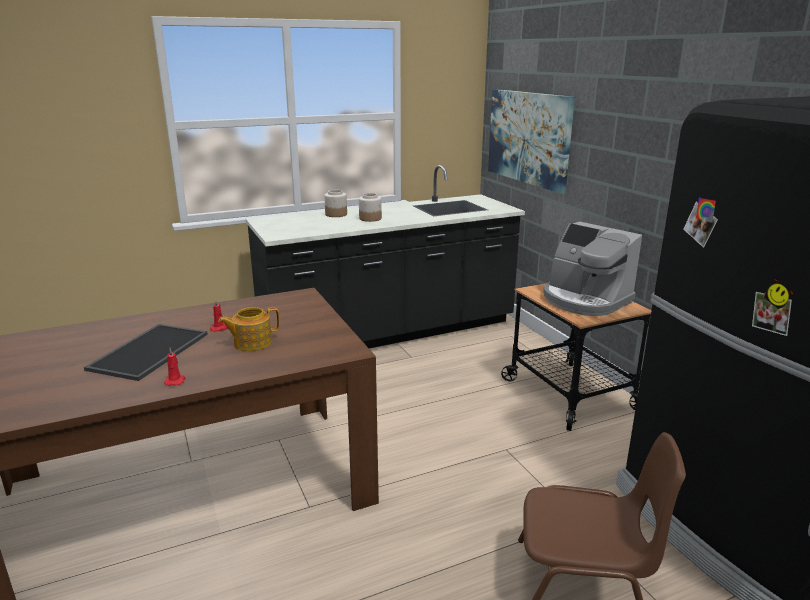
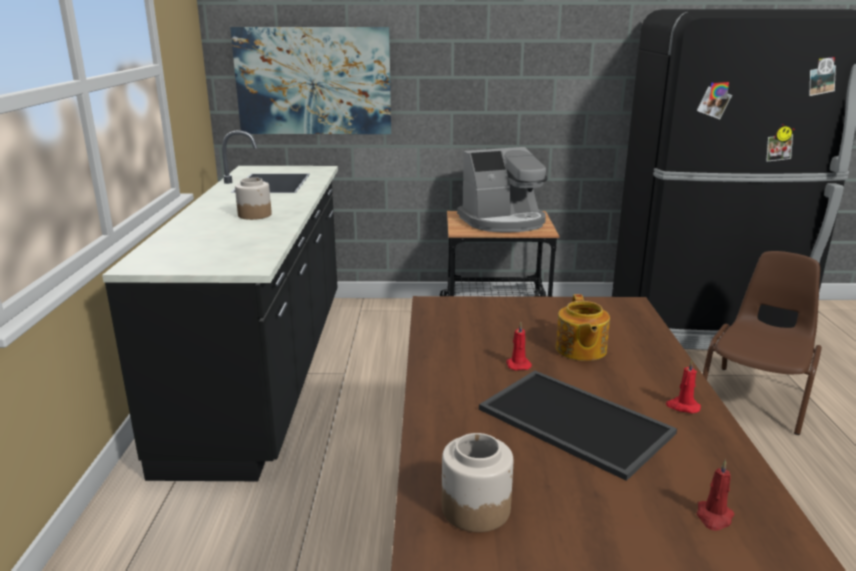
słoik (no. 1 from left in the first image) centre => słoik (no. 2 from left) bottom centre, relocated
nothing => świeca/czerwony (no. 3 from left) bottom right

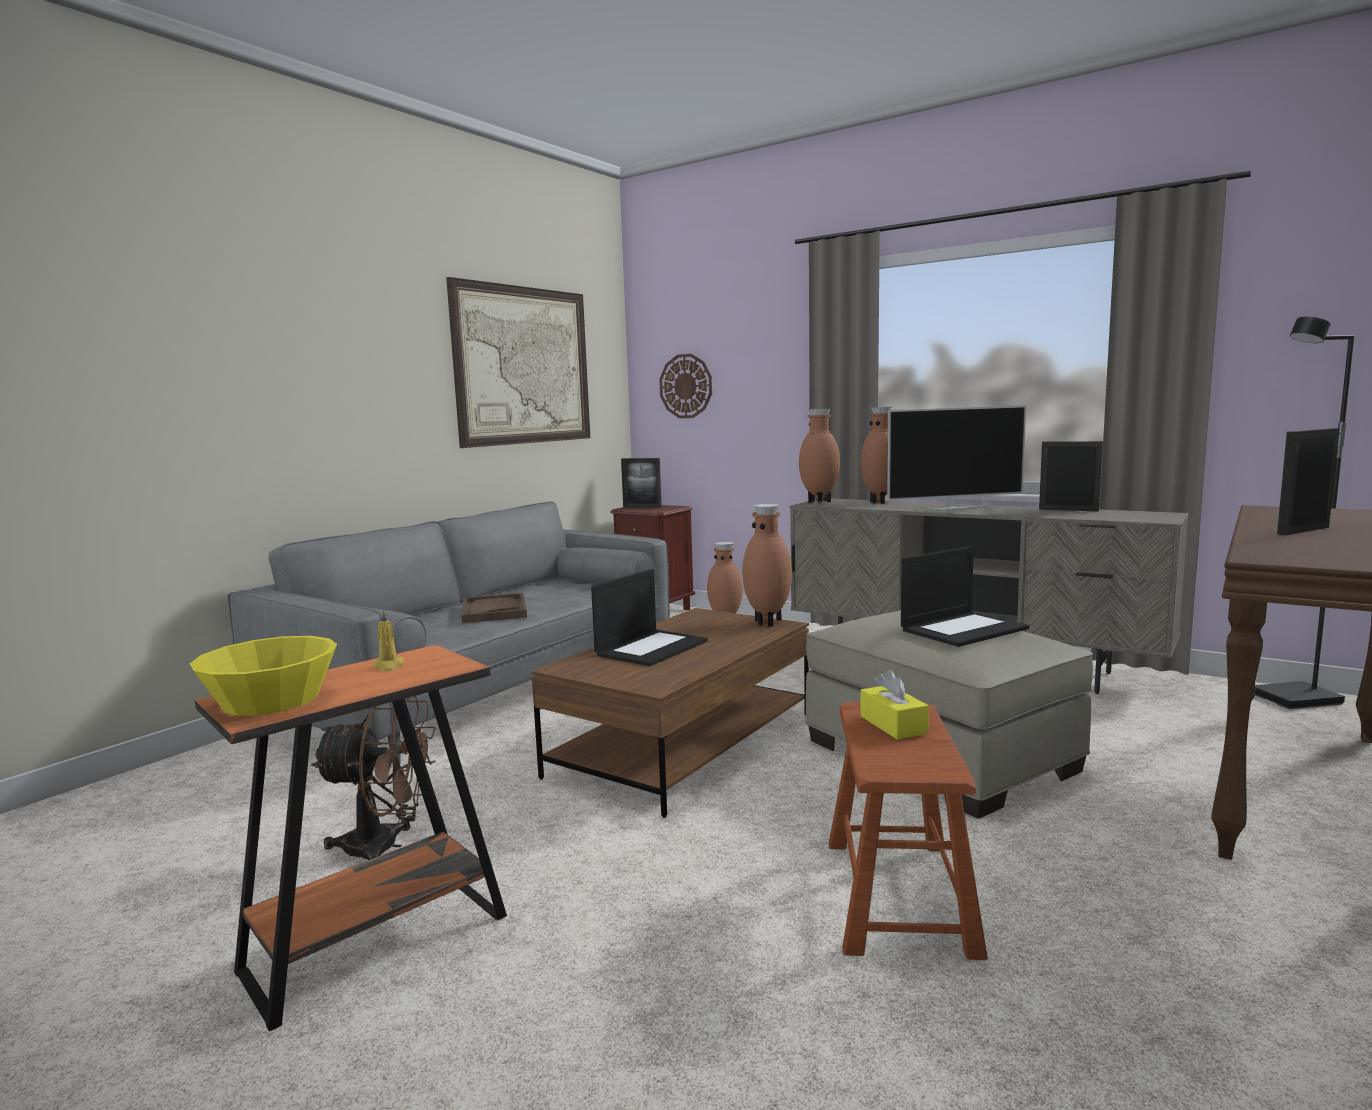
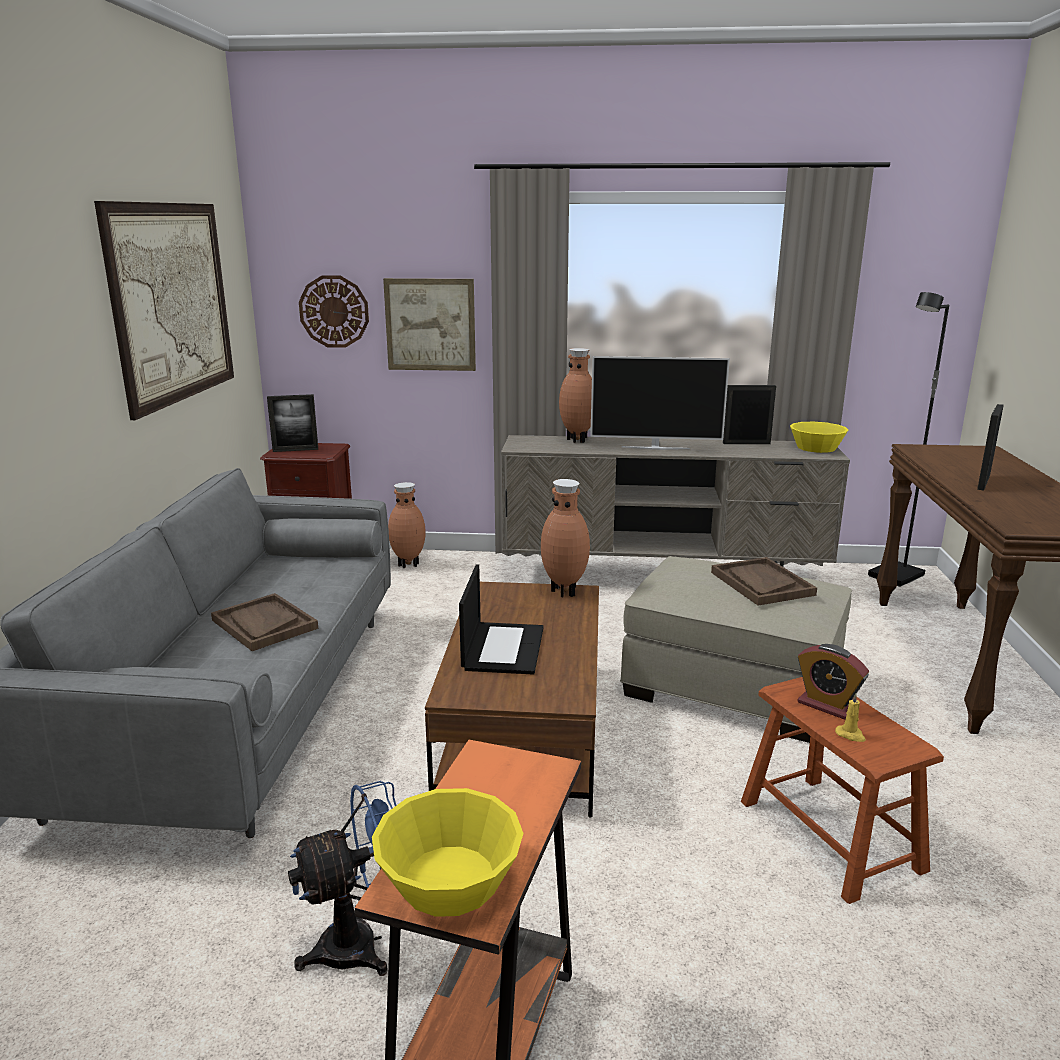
wentylator/brązowy bottom left => wentylator/niebieski bottom left
świeca/żółty middle left => świeca/żółty bottom right, relocated
wazon/brązowy (no. 3 from left) centre => nothing
pudełko chusteczek/żółty centre => budzik middle right
telewizor middle right => telewizor centre, 45 degrees clockwise
laptop (no. 2 from left) middle right => taca/brązowy (no. 2 from left) middle right
nothing => obraz (no. 2 from left) top centre
nothing => miska/żółty (no. 2 from left) middle right

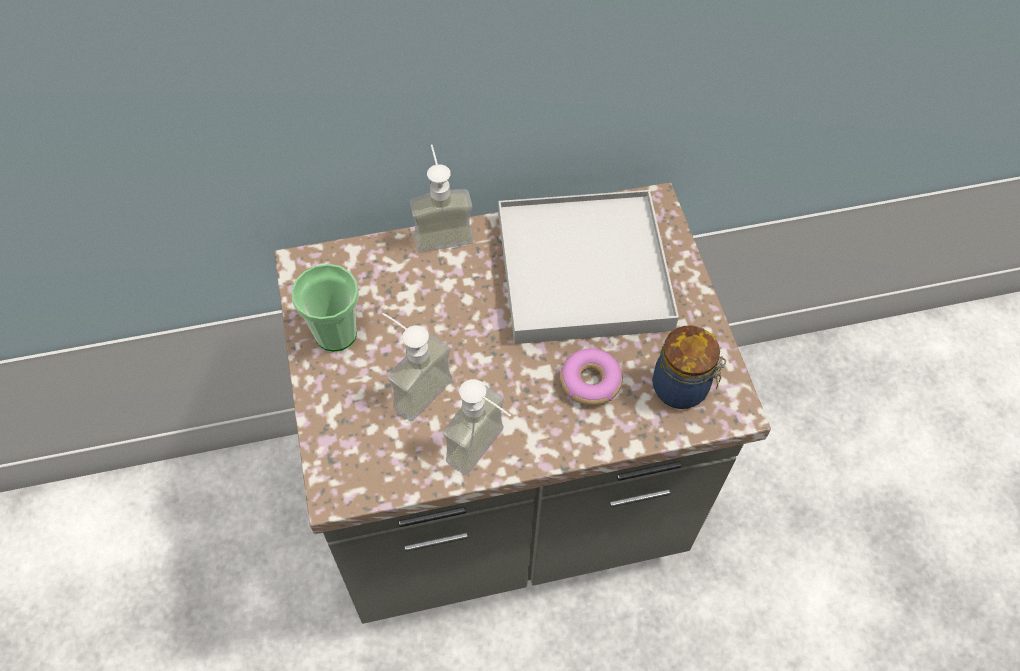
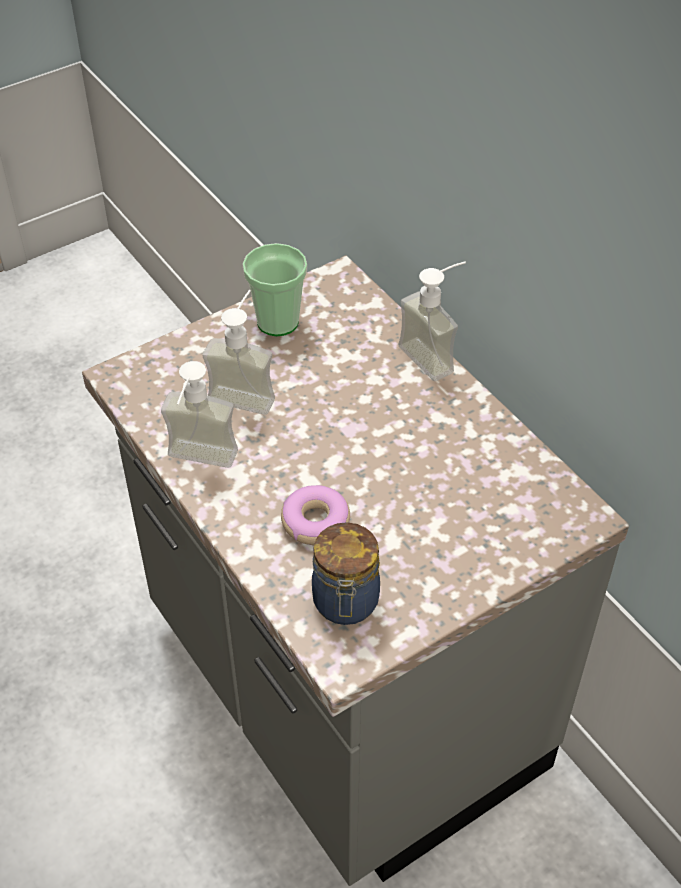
taca/biały centre => nothing

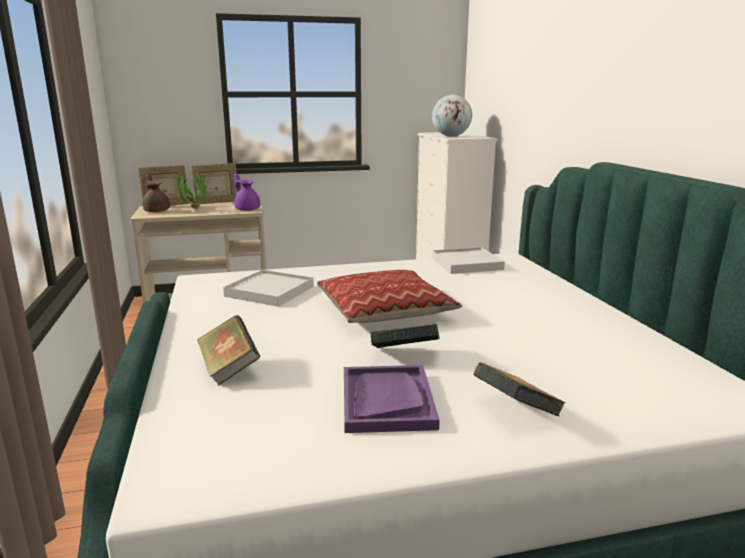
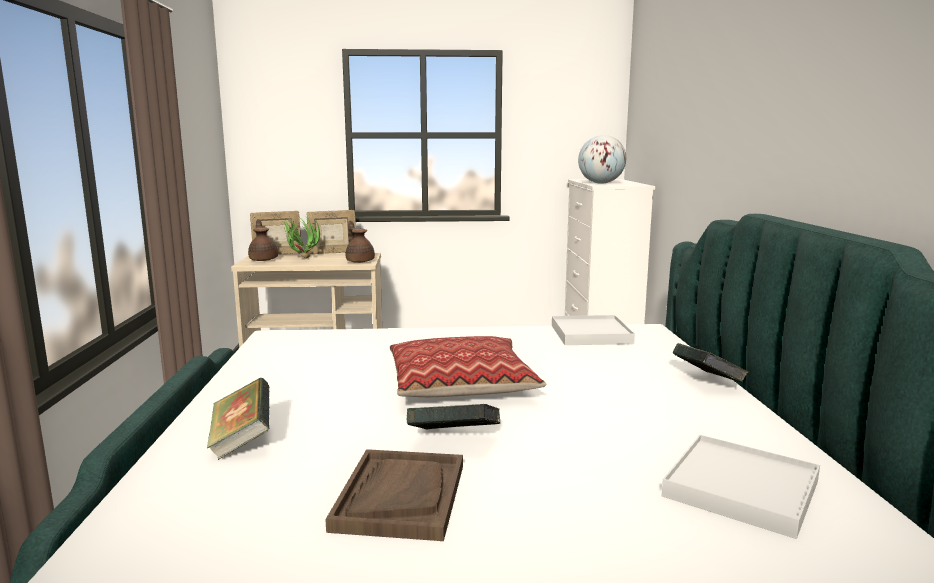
taca/biały (no. 1 from left in the first image) centre => taca/biały (no. 2 from left) bottom right, relocated
imbryk/fioletowy middle left => imbryk/brązowy (no. 2 from left) centre
taca/fioletowy bottom centre => taca/brązowy bottom centre
książka (no. 3 from left) bottom right => książka (no. 3 from left) middle right, relocated

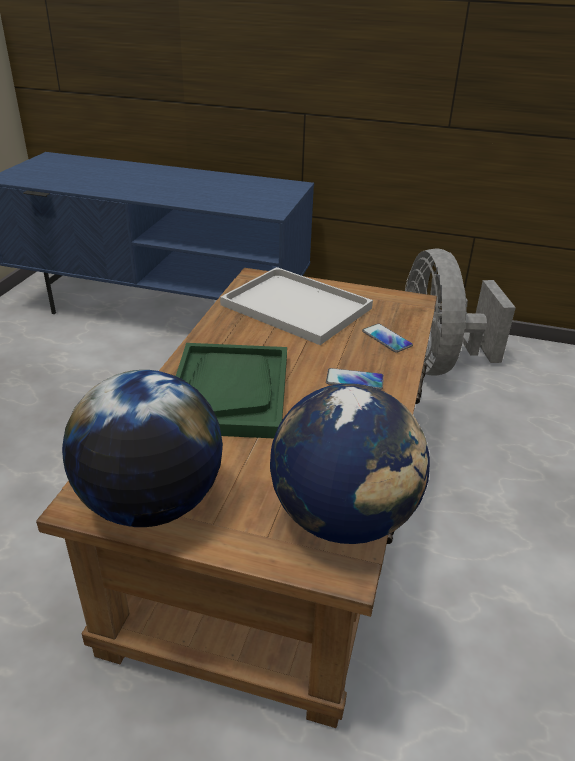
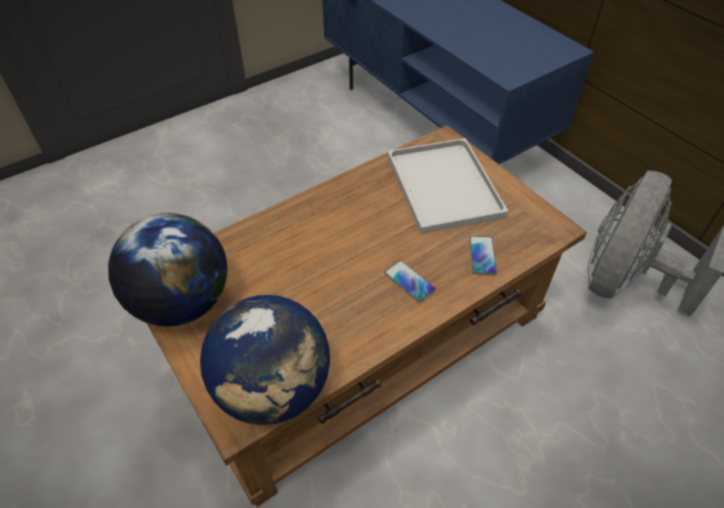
taca/zielony centre => nothing

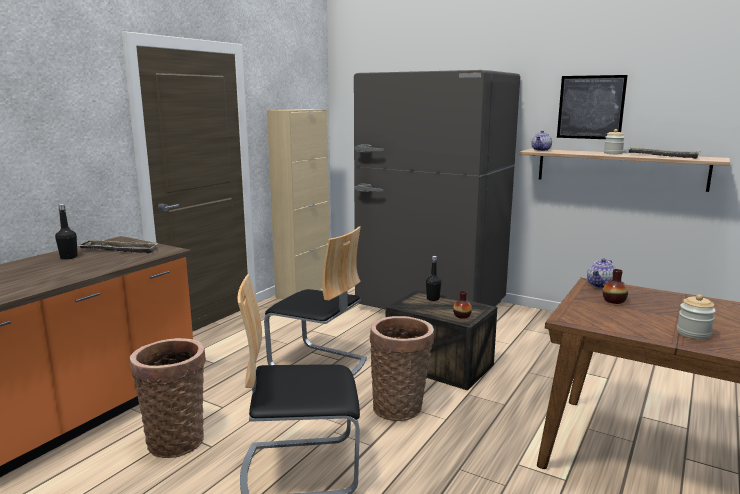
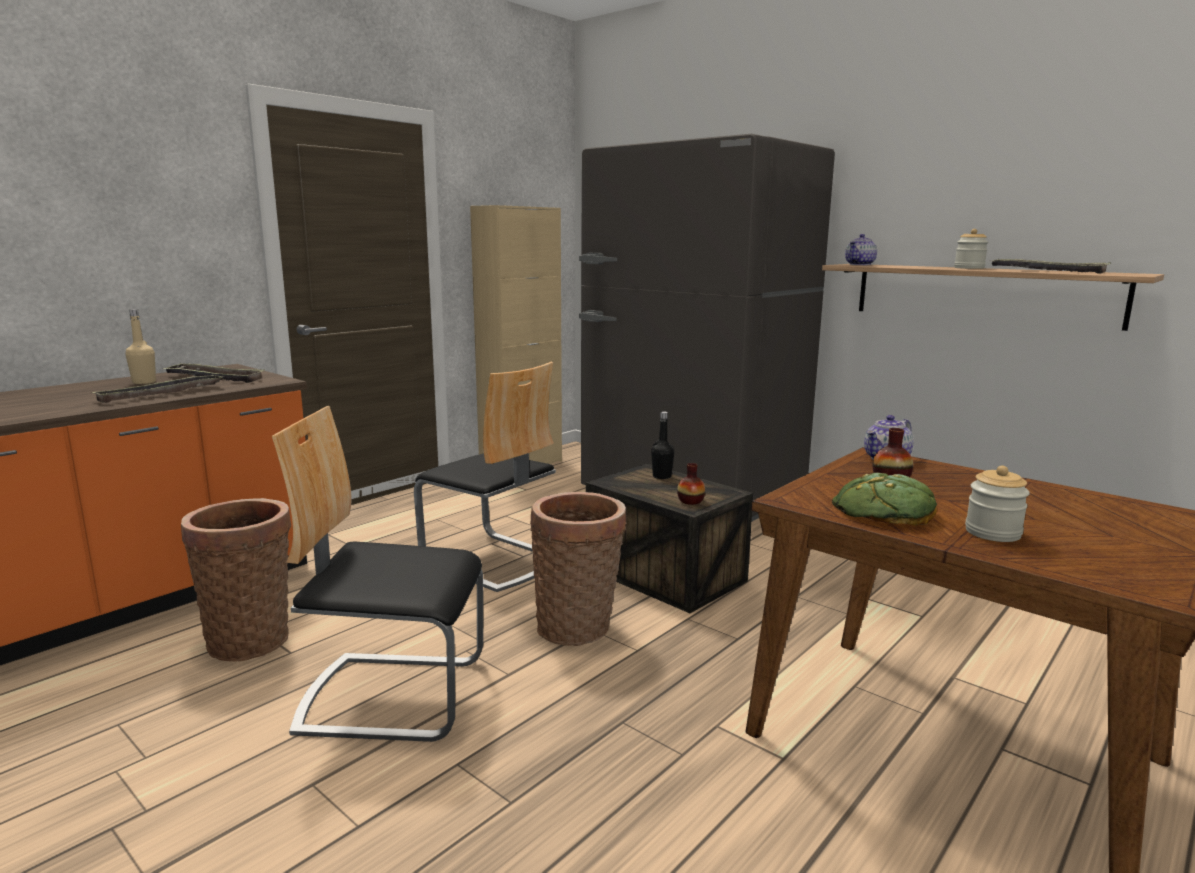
butelka/czarny (no. 1 from left) middle left => butelka/beżowy middle left
obraz top right => nothing
nothing => taca (no. 1 from left) middle left
nothing => chleb middle right

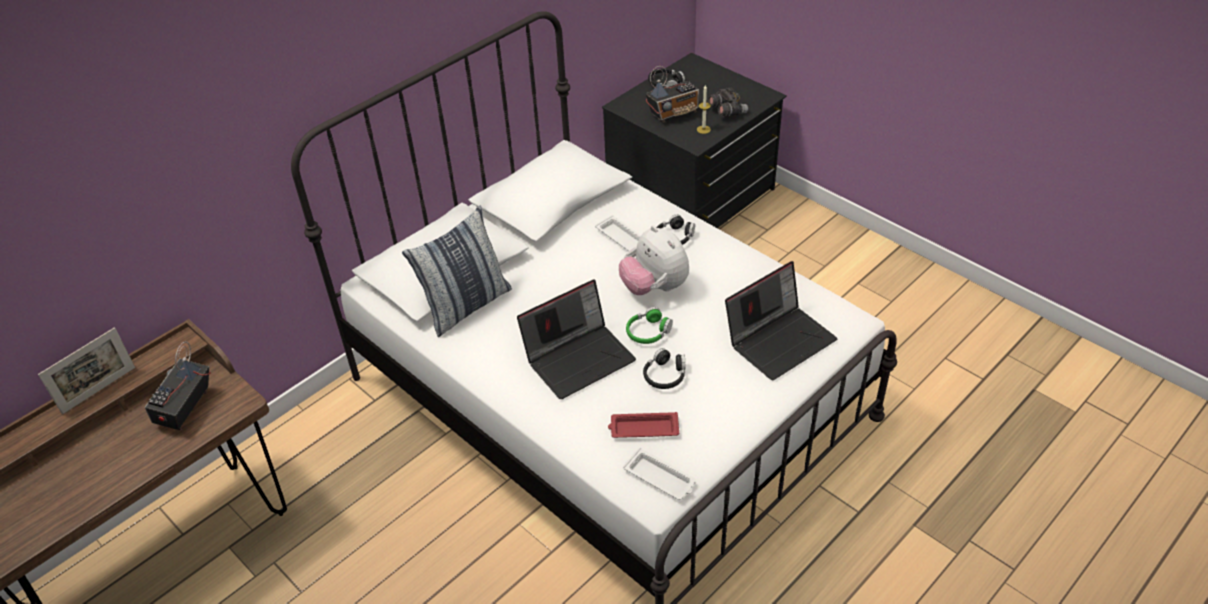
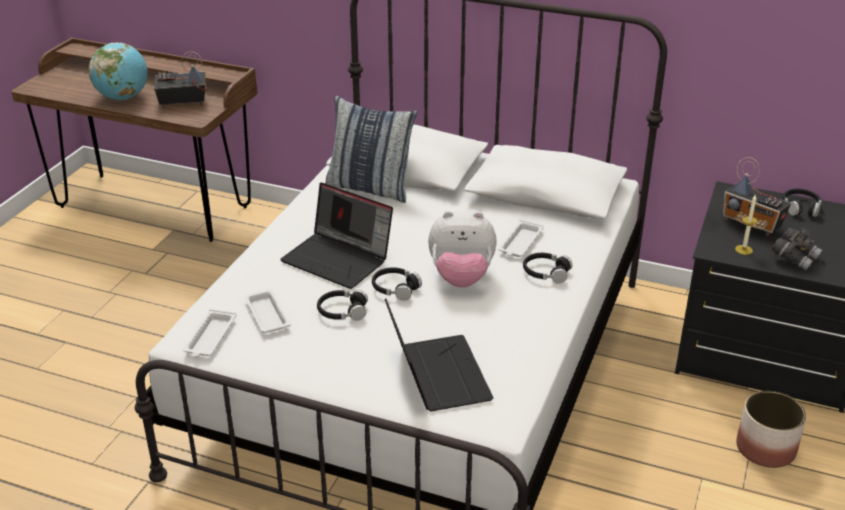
ramka na zdjęcie middle left => nothing
taca/czerwony bottom centre => taca/biały (no. 2 from left) middle left
pluszak centre, 120 degrees counterclockwise
słuchawki/zielony centre => słuchawki/czarny (no. 2 from left) centre
laptop (no. 2 from left) centre => laptop (no. 2 from left) bottom centre, 135 degrees counterclockwise
nothing => globus top left
nothing => donica bottom right

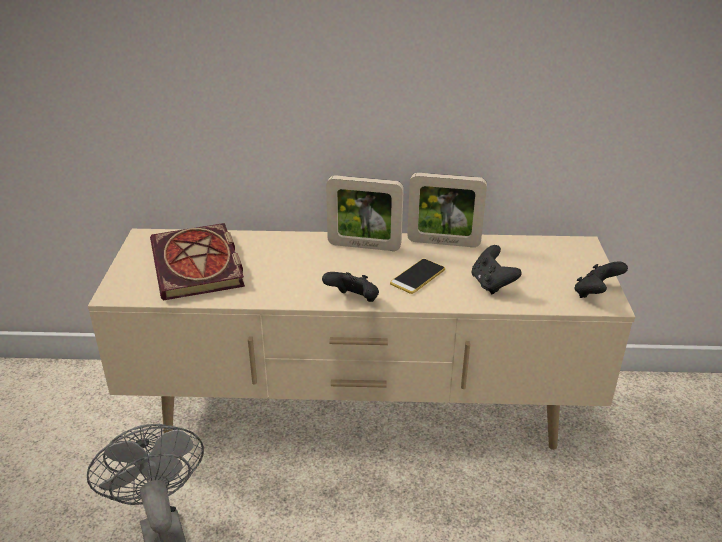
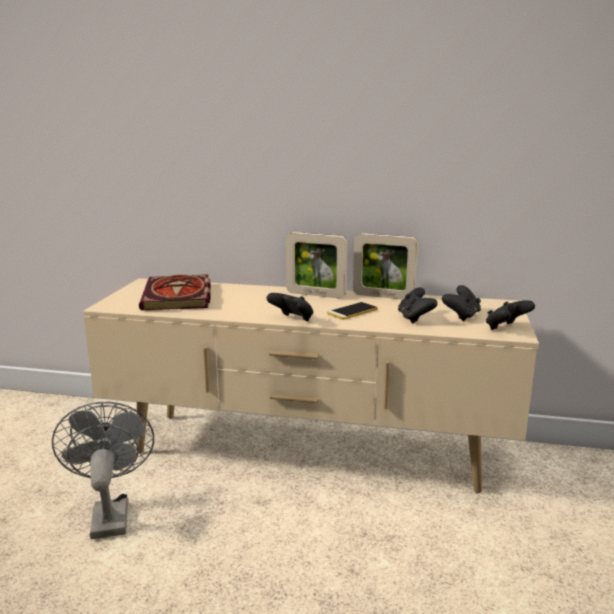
nothing => pad do gier/czarny (no. 3 from left) middle right

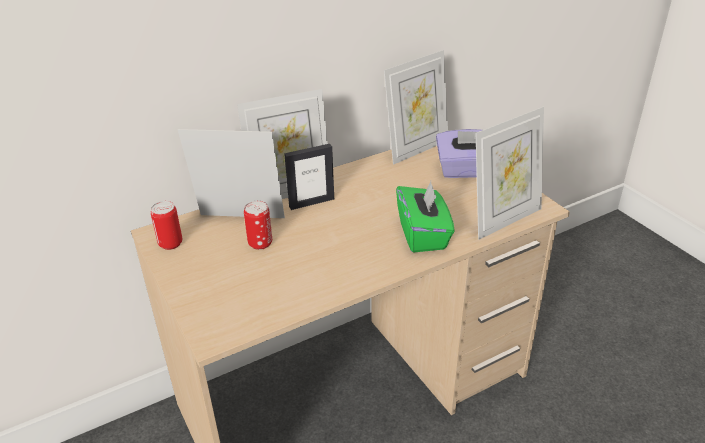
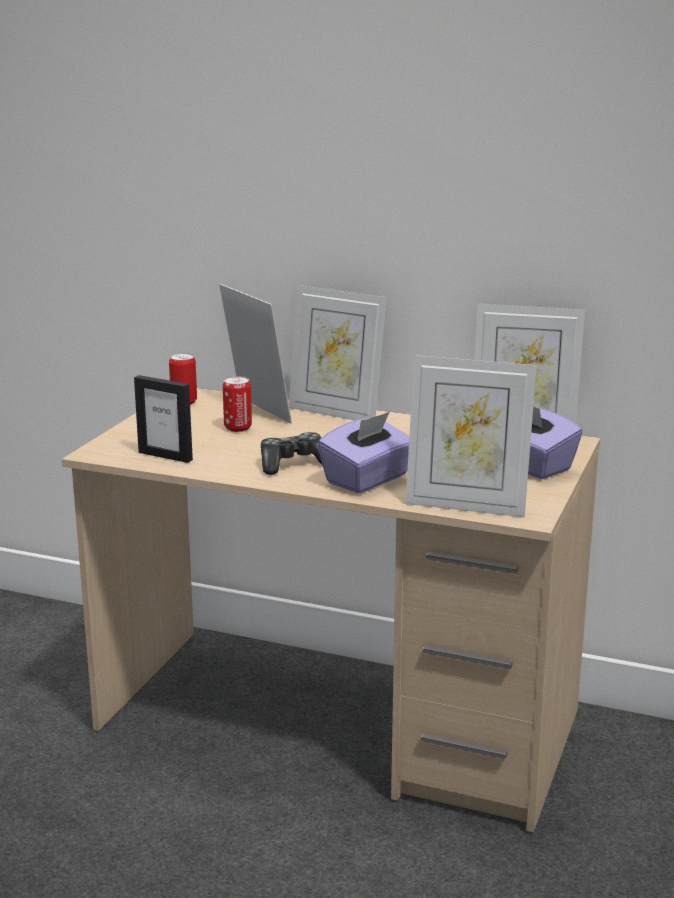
ramka na zdjęcie (no. 3 from left in the first image) centre => ramka na zdjęcie (no. 1 from left) middle left, relocated
pudełko chusteczek/zielony centre => pudełko chusteczek/fioletowy (no. 1 from left) centre
nothing => pad do gier centre

